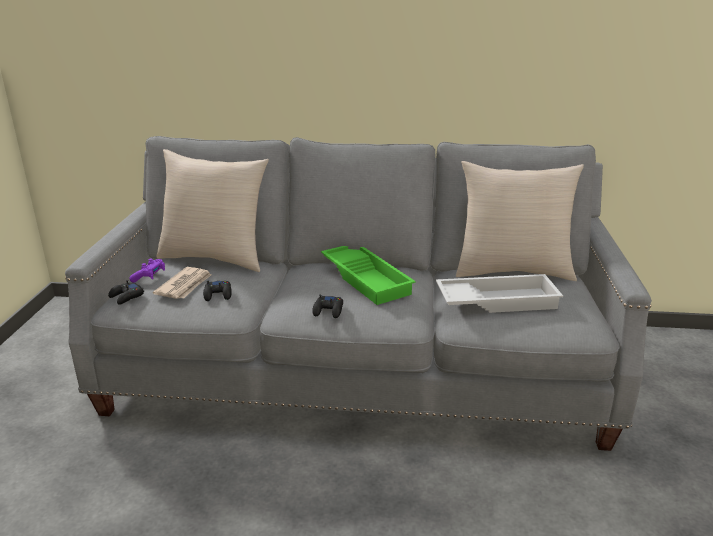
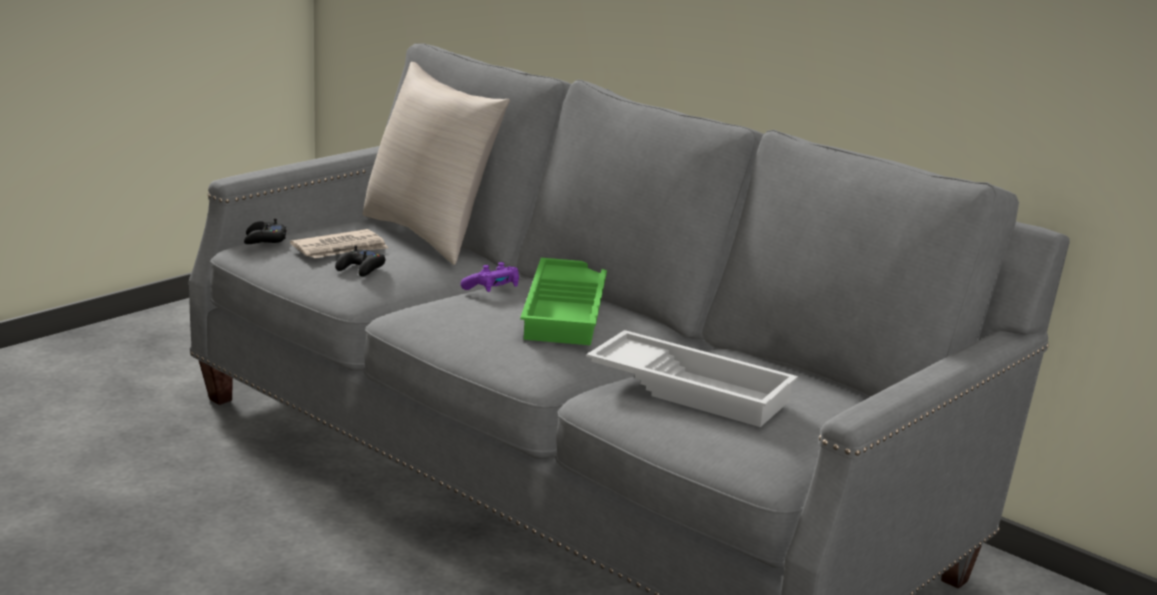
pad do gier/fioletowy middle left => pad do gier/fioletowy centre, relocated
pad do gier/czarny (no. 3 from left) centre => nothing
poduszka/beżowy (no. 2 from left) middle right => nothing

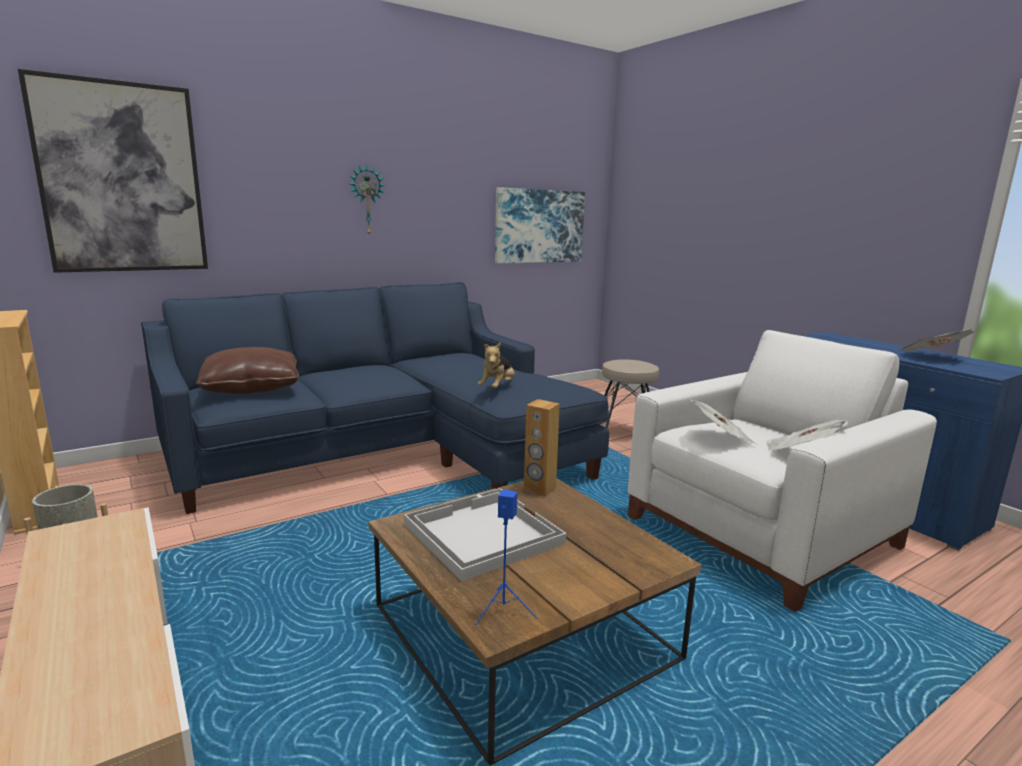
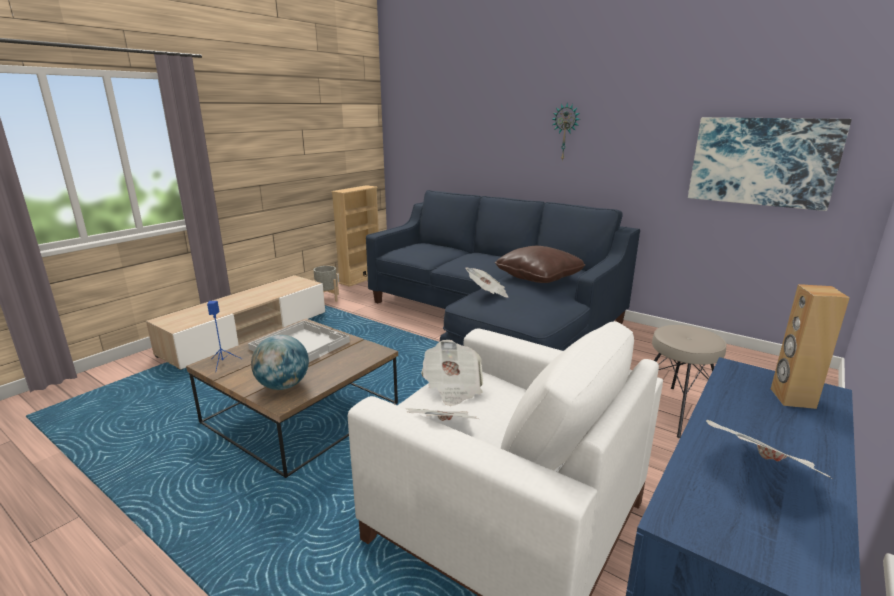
obraz (no. 1 from left) top left => nothing
poduszka/brązowy middle left => poduszka/brązowy centre, relocated
pluszak centre => gazeta (no. 3 from left) centre
głośnik/brązowy centre => głośnik/brązowy middle right, relocated
nothing => globus middle left

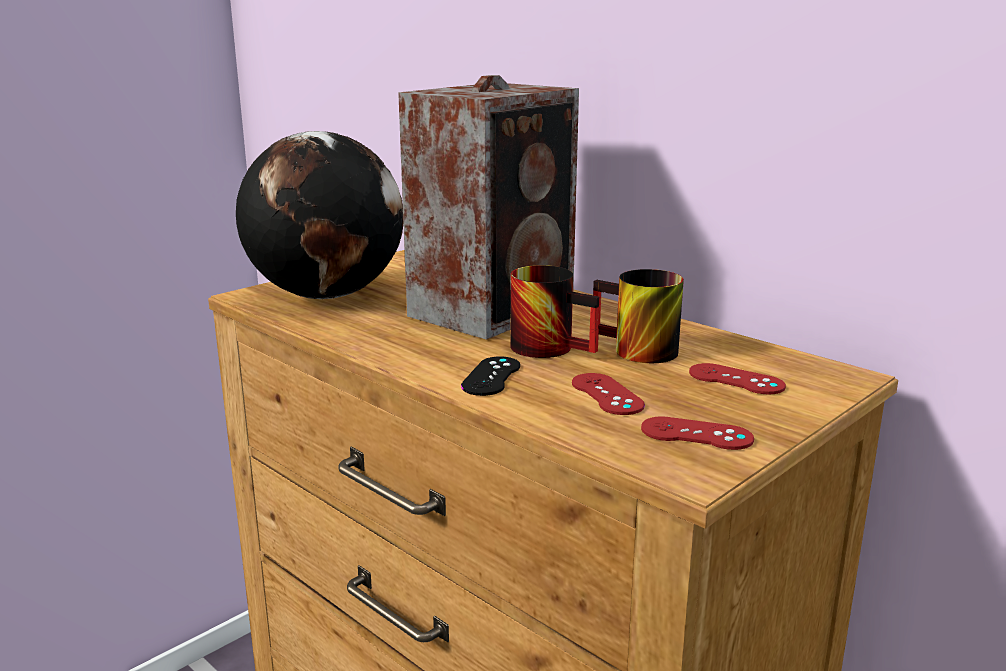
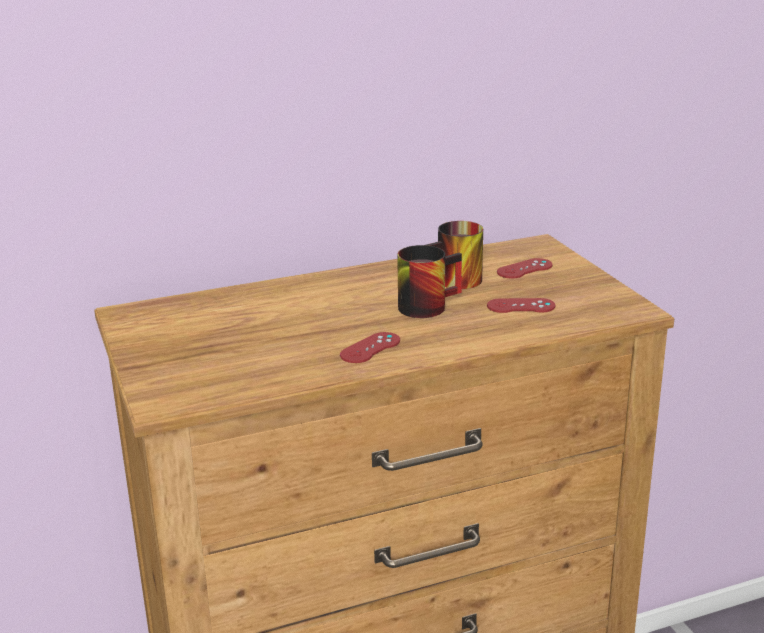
globus top left => nothing
głośnik top centre => nothing
pad do gier/czarny centre => nothing
pad do gier/czerwony (no. 2 from left in the first image) middle right => pad do gier/czerwony (no. 1 from left) centre, relocated

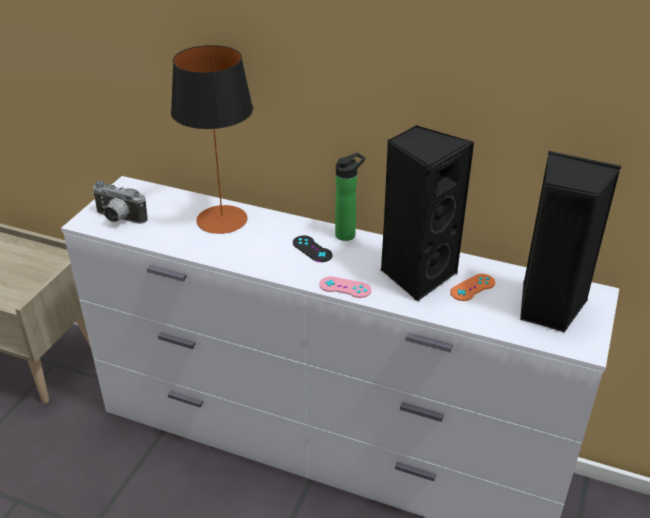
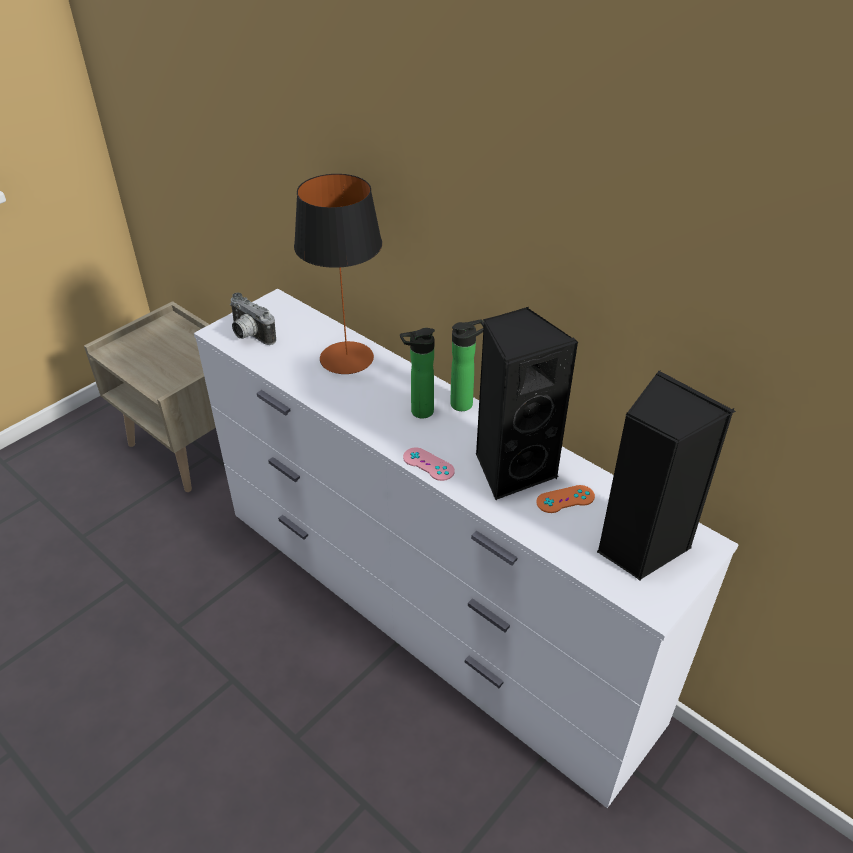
pad do gier/czarny centre => butelka (no. 1 from left) centre

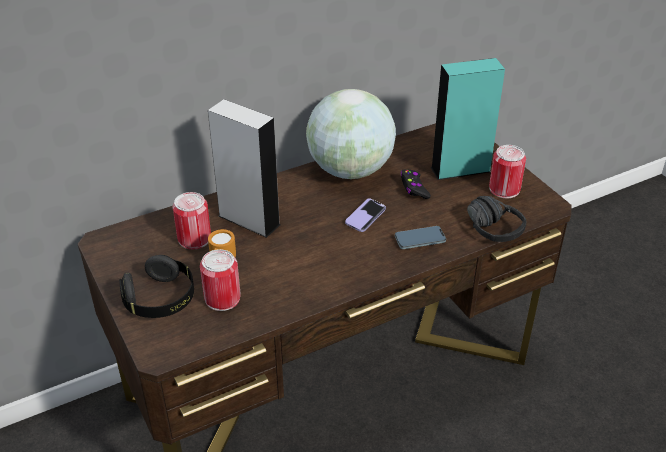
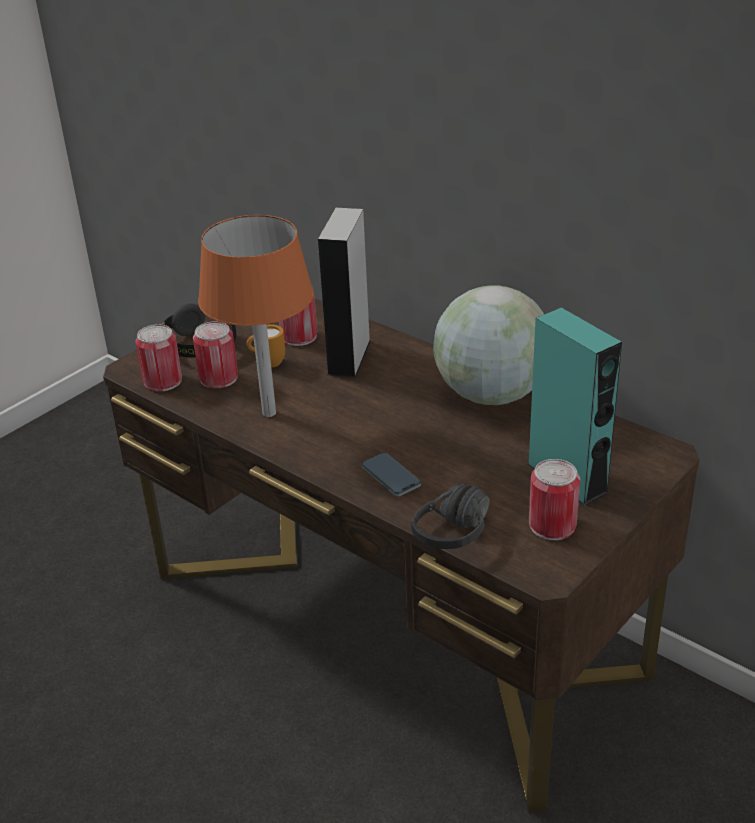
telefon (no. 1 from left) centre => nothing
pad do gier/czarny centre => nothing
nothing => puszka (no. 1 from left) middle left
nothing => lampa stołowa/pomarańczowy centre

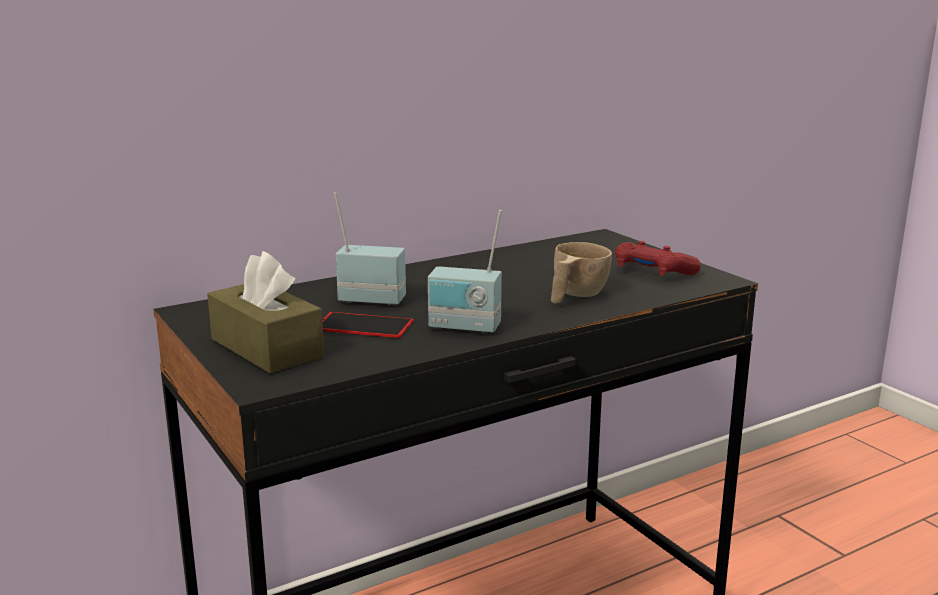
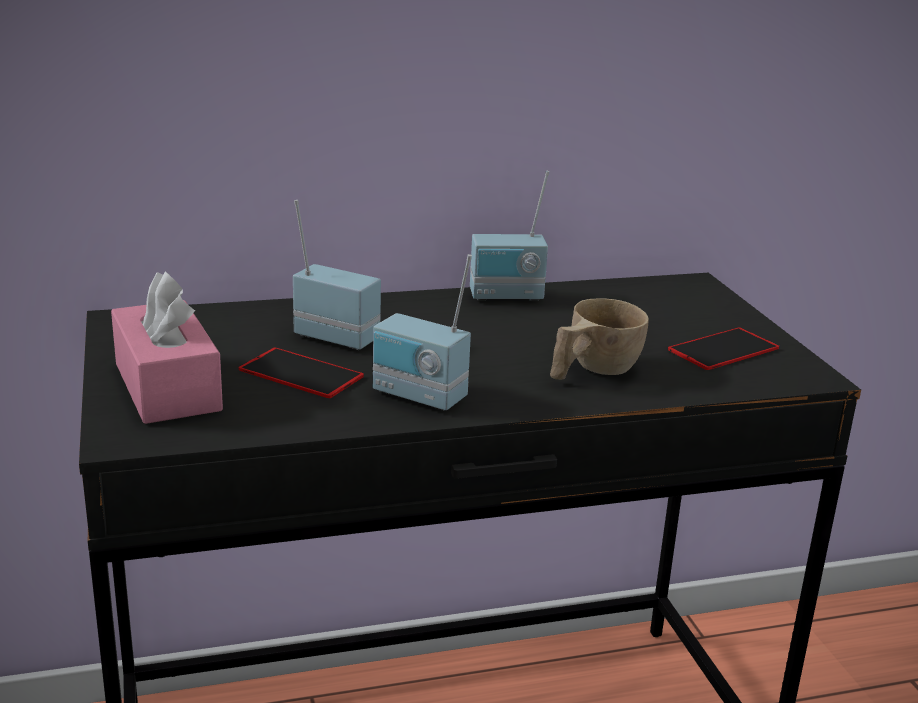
pudełko chusteczek/brązowy middle left => pudełko chusteczek/różowy middle left
pad do gier/czerwony middle right => telefon (no. 2 from left) middle right
nothing => radio (no. 3 from left) centre

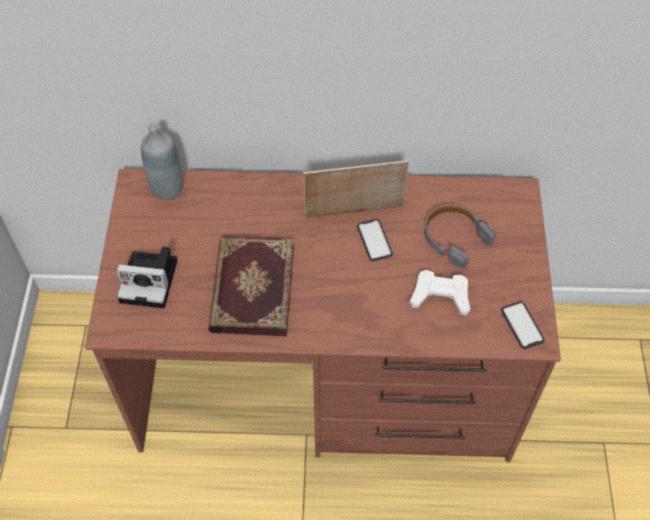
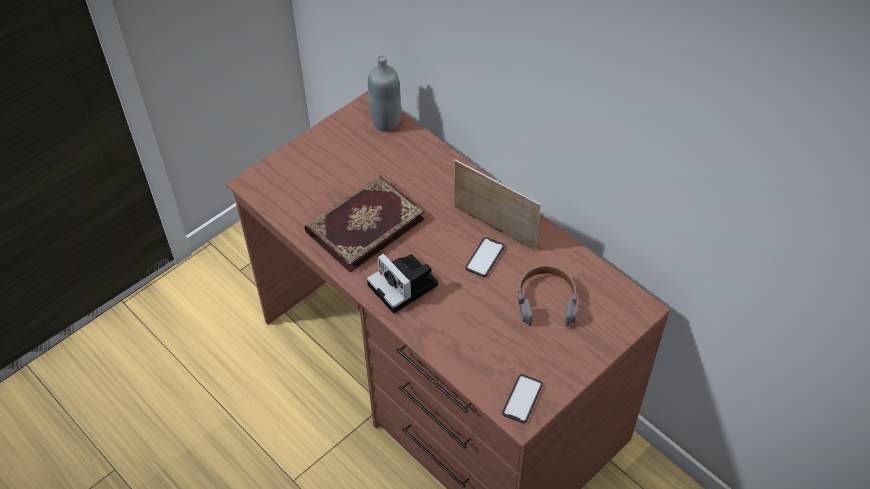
aparat fotograficzny middle left => aparat fotograficzny centre, relocated
pad do gier/biały middle right => nothing

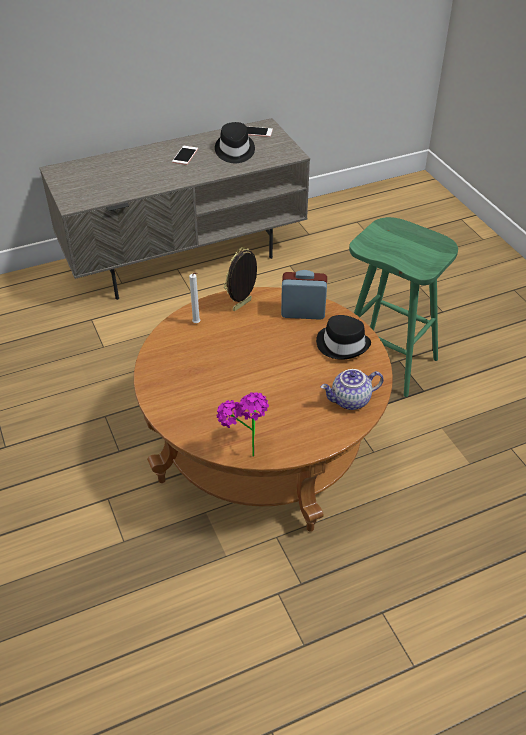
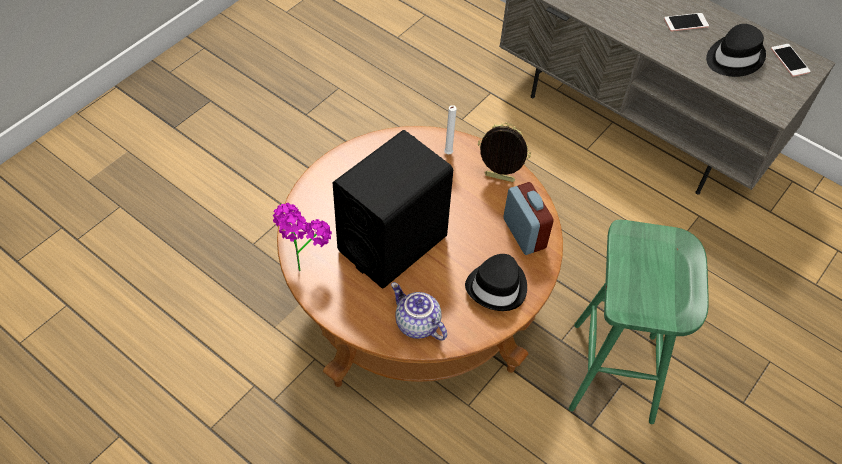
nothing => głośnik/czarny centre

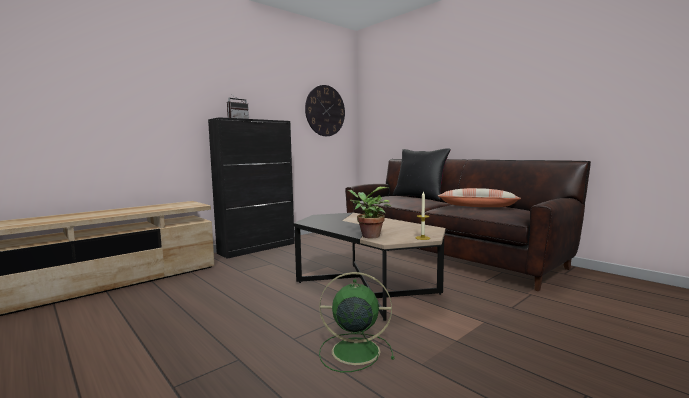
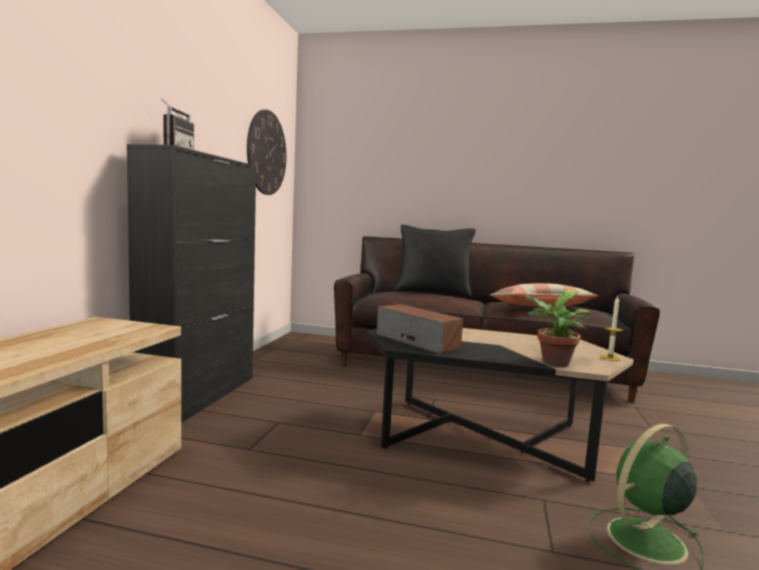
nothing => głośnik centre

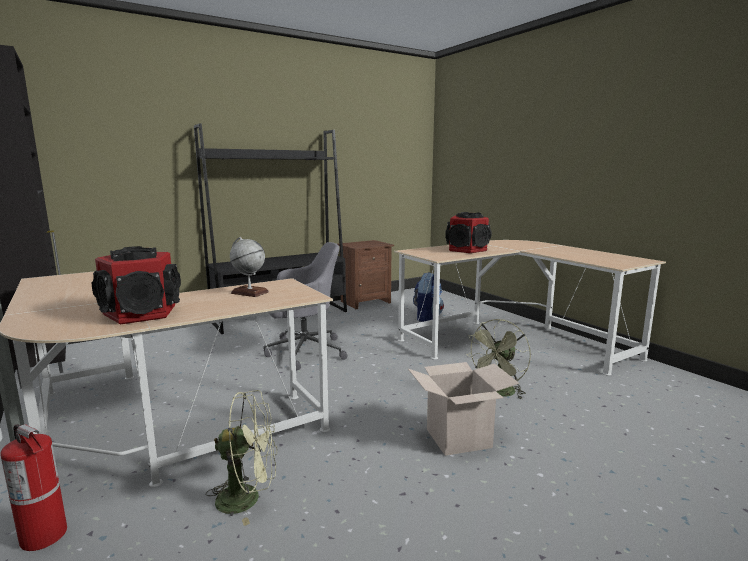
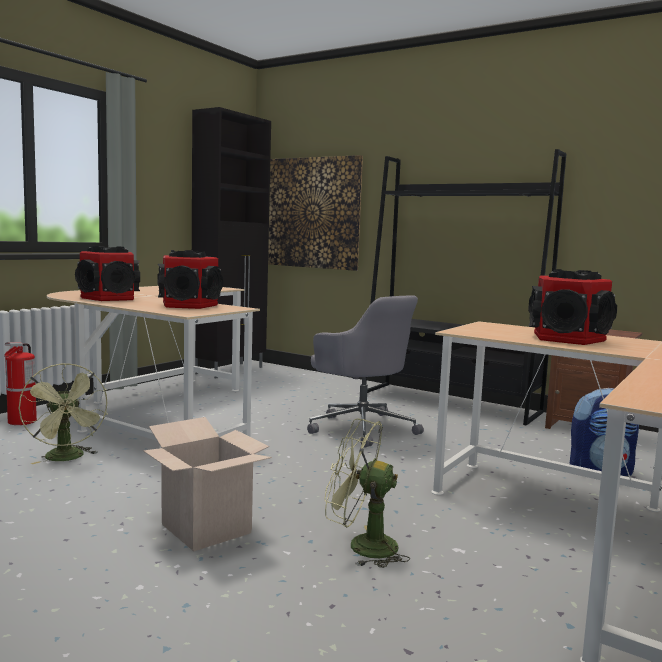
globus middle left => głośnik (no. 2 from left) middle left
nothing => obraz top centre

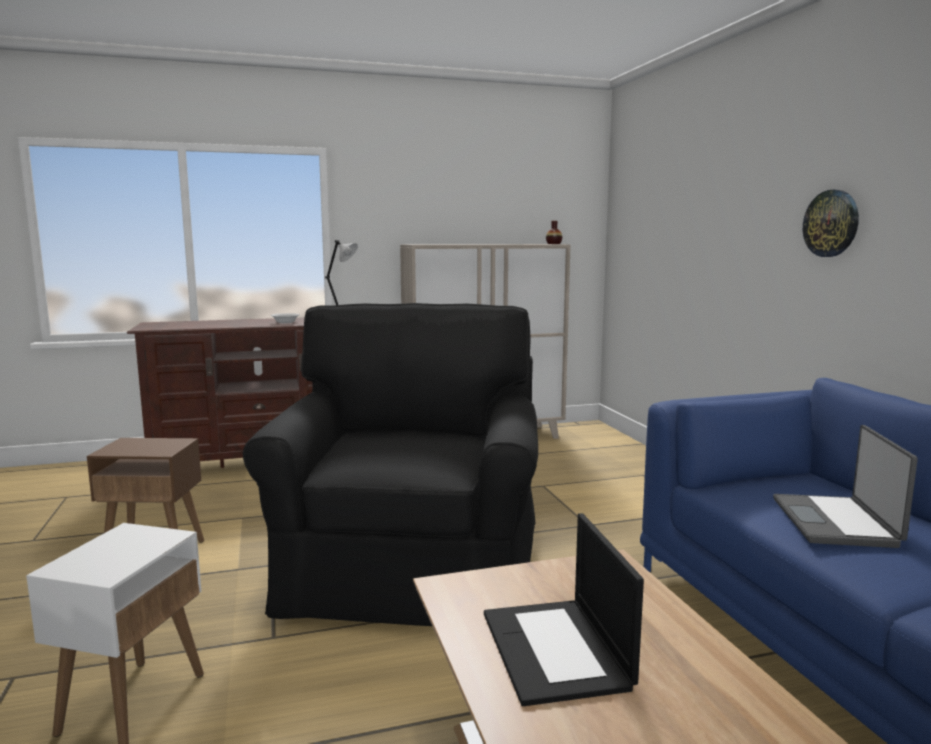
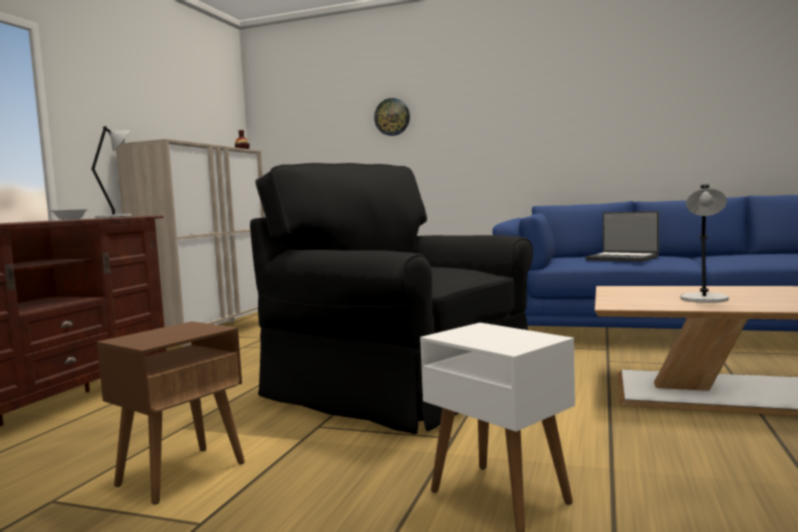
laptop (no. 1 from left) bottom centre => lampa stołowa/szary (no. 2 from left) middle right
zegar ścienny top right => zegar ścienny top centre, relocated

